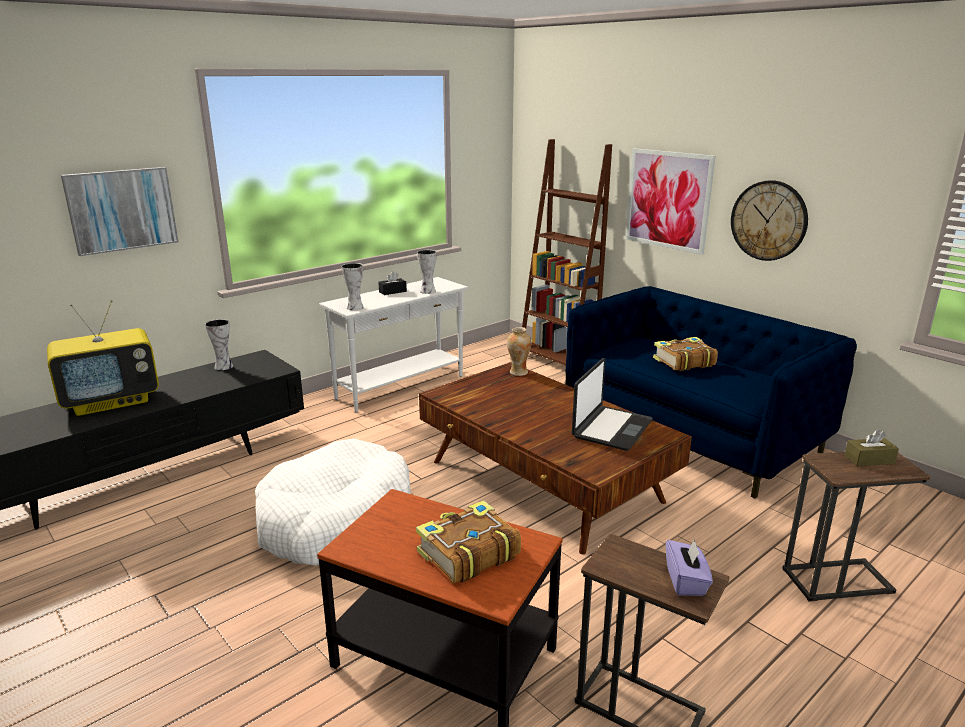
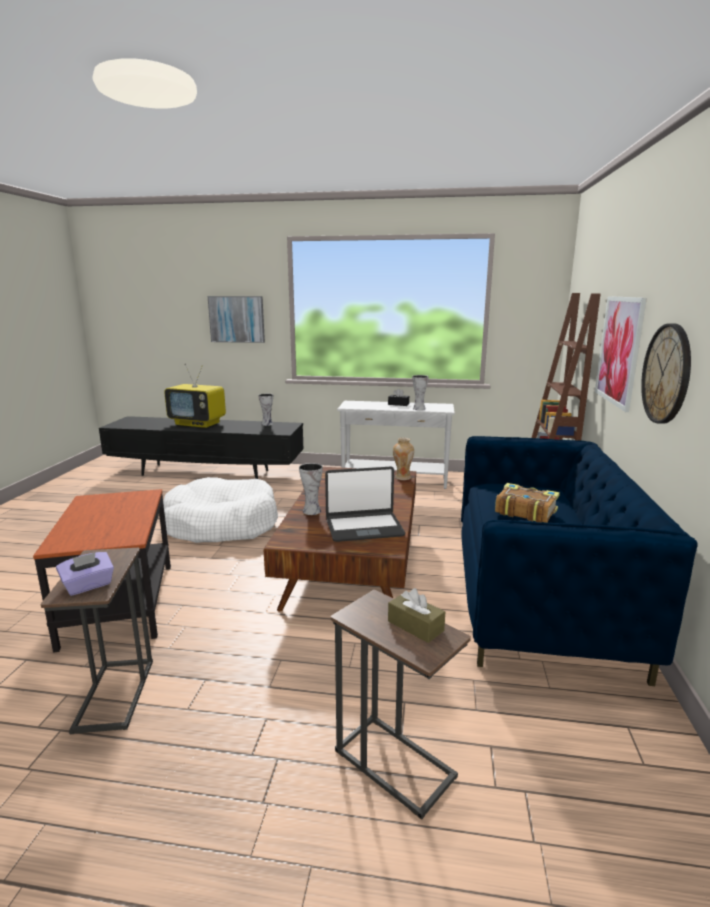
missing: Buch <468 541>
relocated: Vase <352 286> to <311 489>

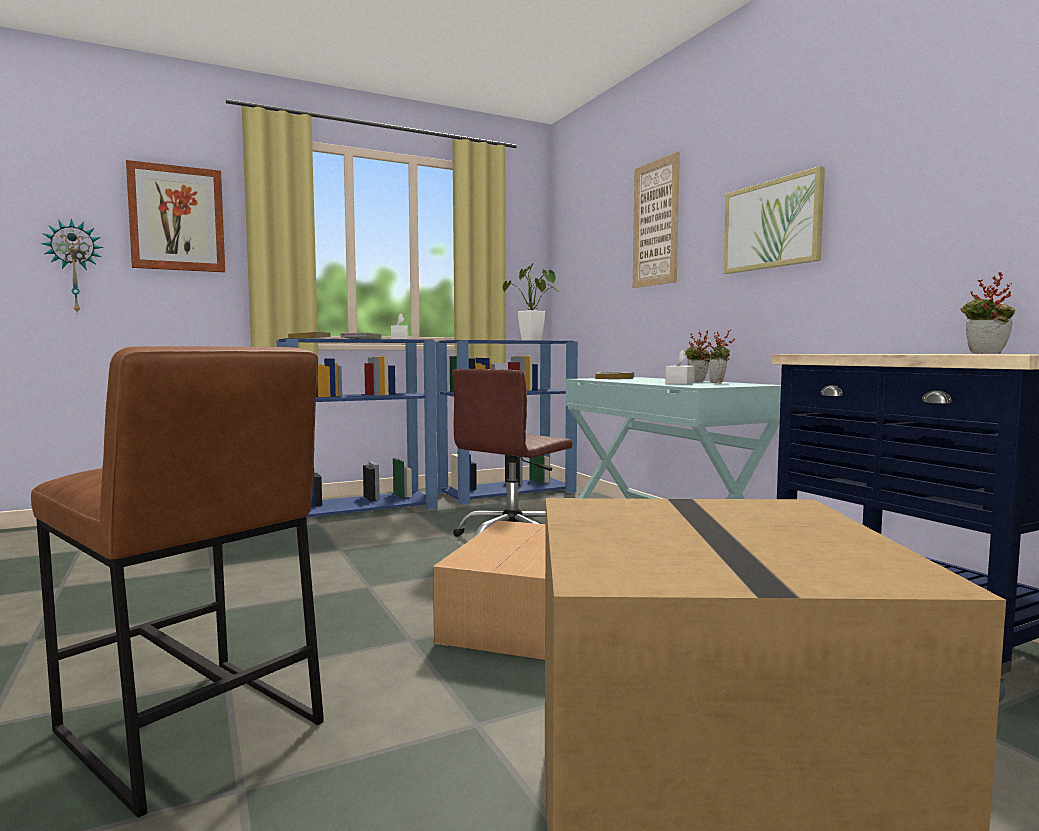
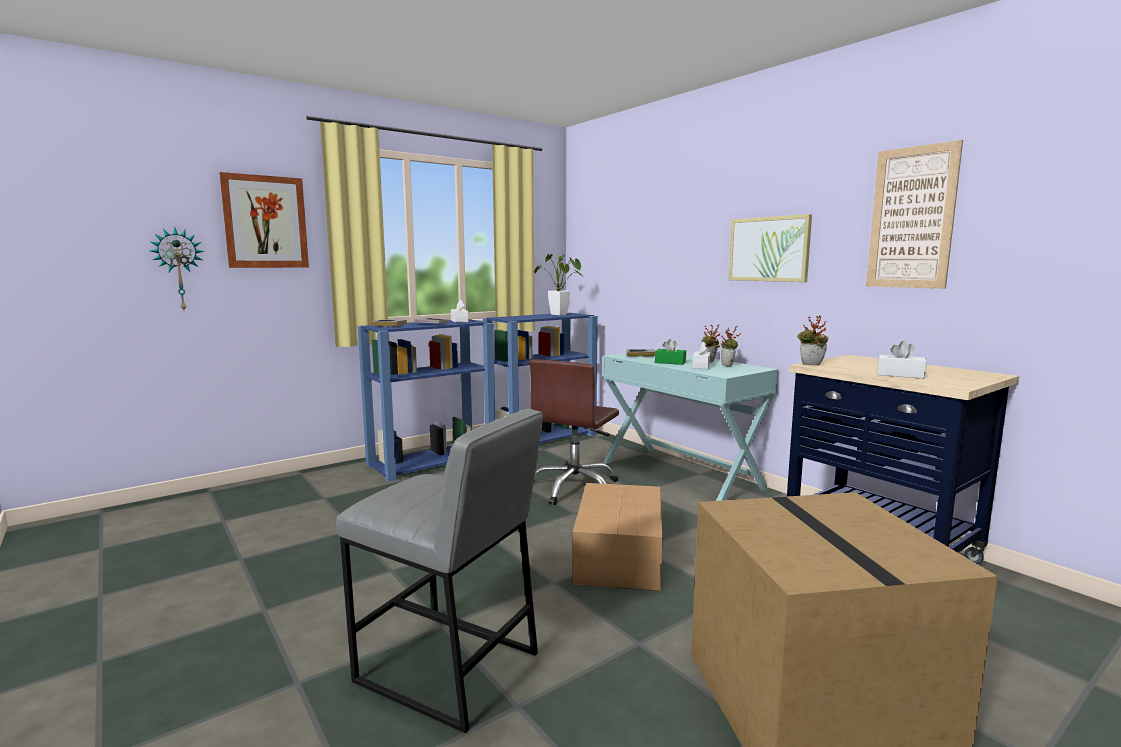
appeared: Taschentuchbox [grün] <670 352>; Taschentuchbox [weiß] <902 360>
relocated: Topfpflanze <988 313> to <813 340>; Bild <656 220> to <914 214>
colour: Stuhl [braun] <177 582> to Stuhl [grau] <439 571>

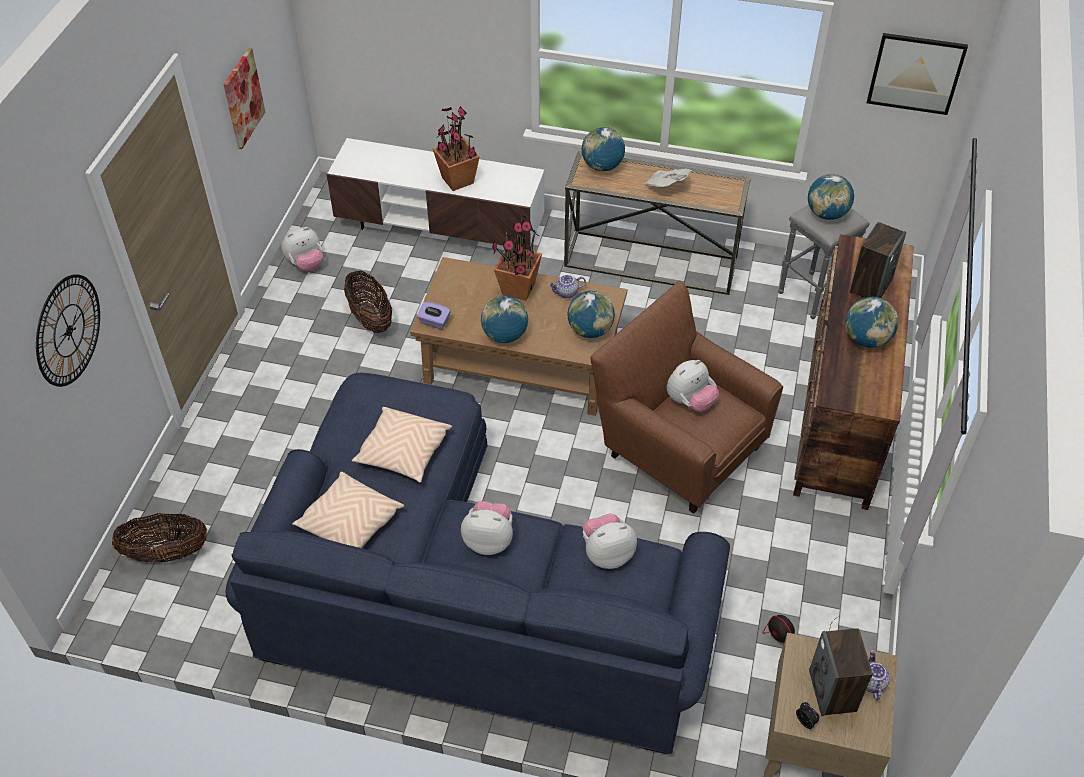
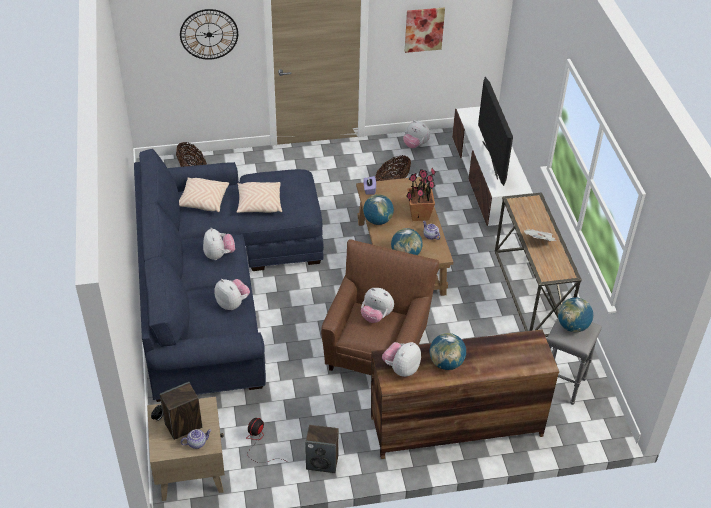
missing: Globus <603 149>; Bild <917 74>
appeared: Plüschtier <401 359>
relocated: Lautsprecher <878 260> to <322 449>
exchanged: Topfpflanze <456 148> to Fernseher <495 131>

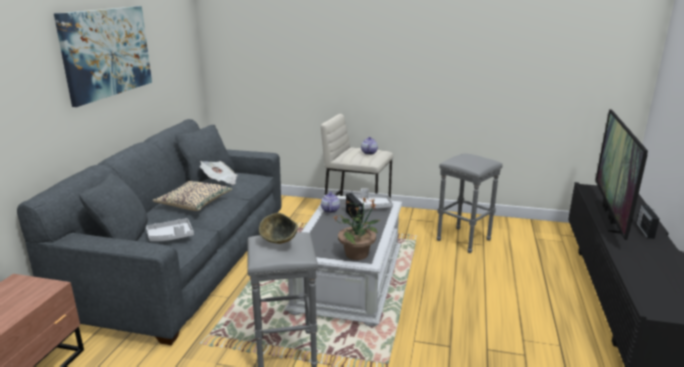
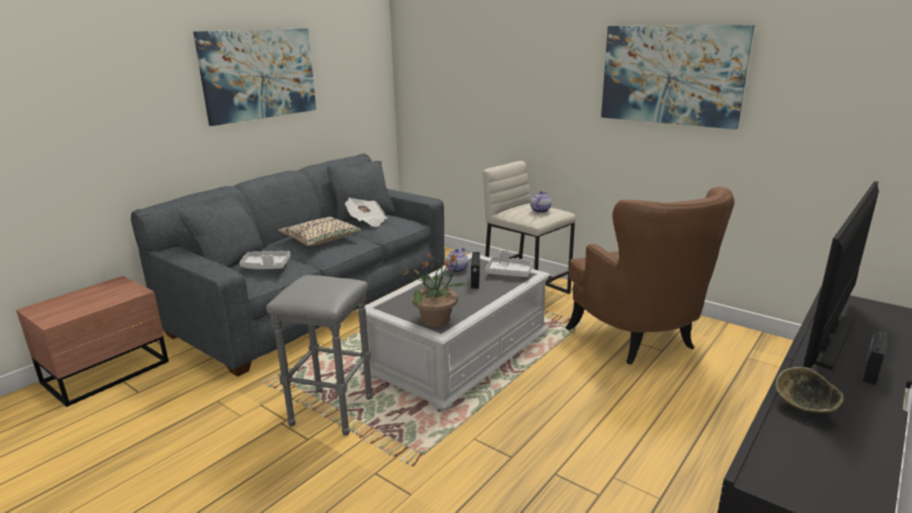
appeared: Bild <677 77>
relocated: Schüssel <278 228> to <809 390>
exchanged: Hocker [grau] <470 203> to Sessel [braun] <650 275>

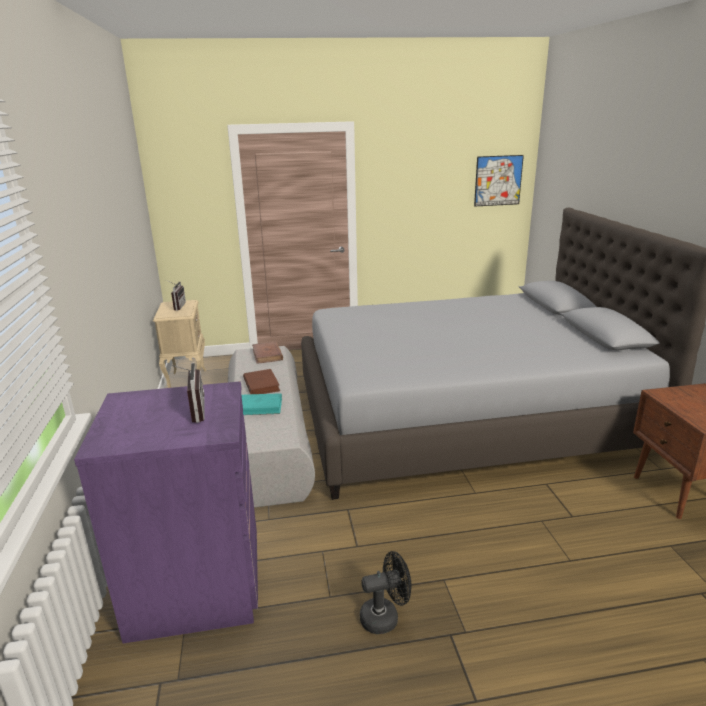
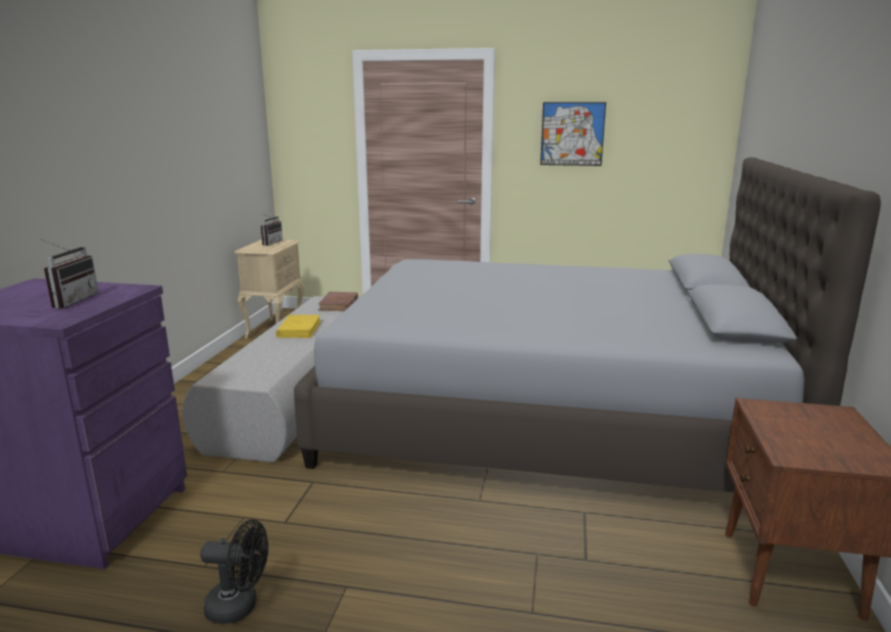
missing: Buch [türkis] <261 404>
relocated: Bild <499 181> to <573 134>
colour: Buch [braun] <261 381> to Buch [gelb] <298 326>

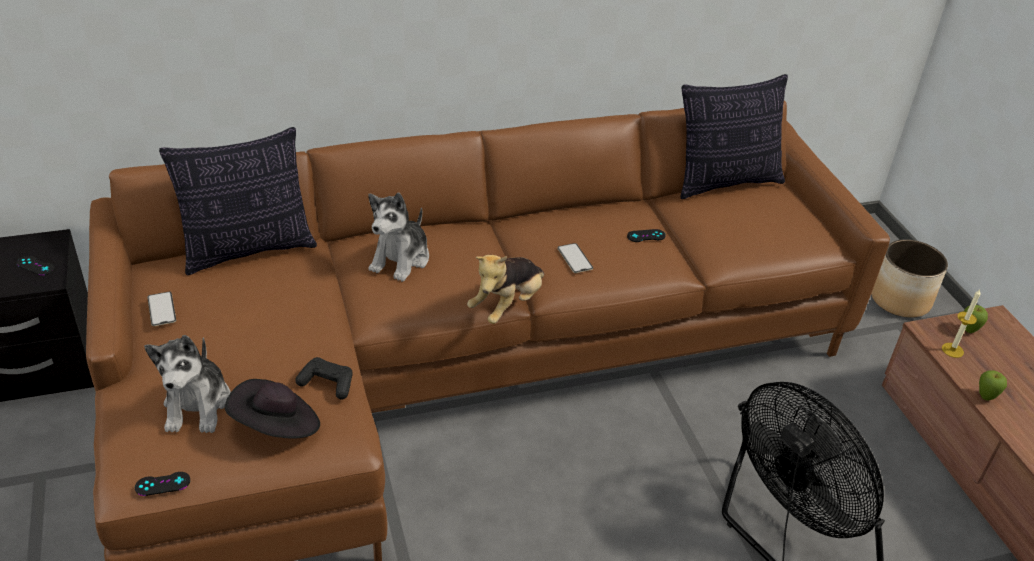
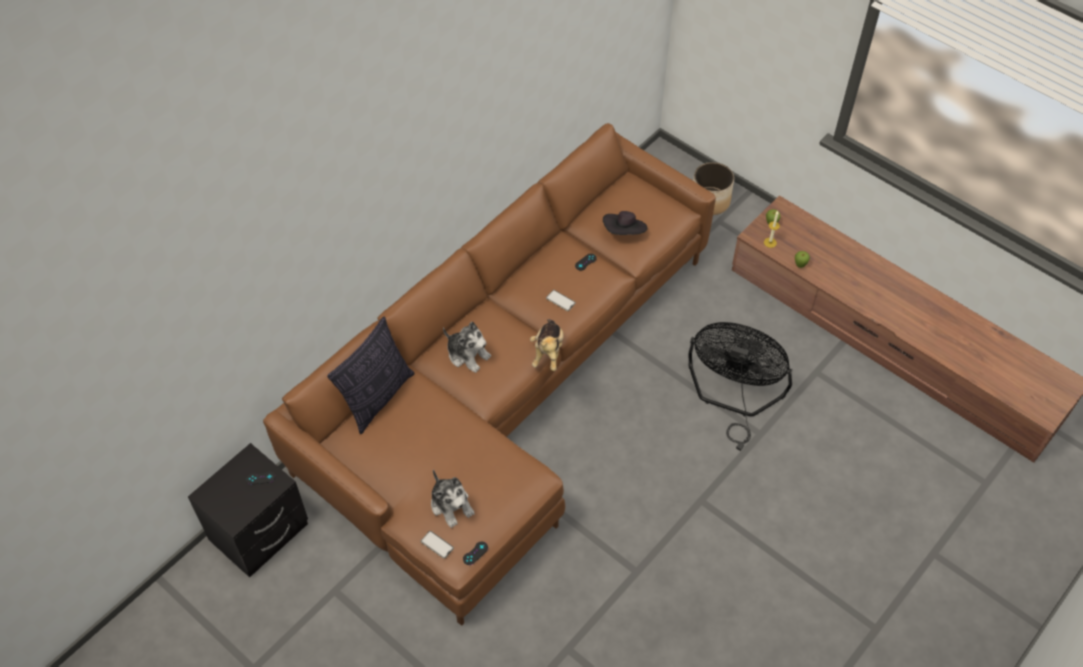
missing: Gamepad [schwarz] <324 378>; Kissen <734 136>
relocated: Handy <161 309> to <437 545>; Hut [schwarz] <272 408> to <625 223>
spun: Plüschtier <399 237> = <467 347> 45 degrees counterclockwise

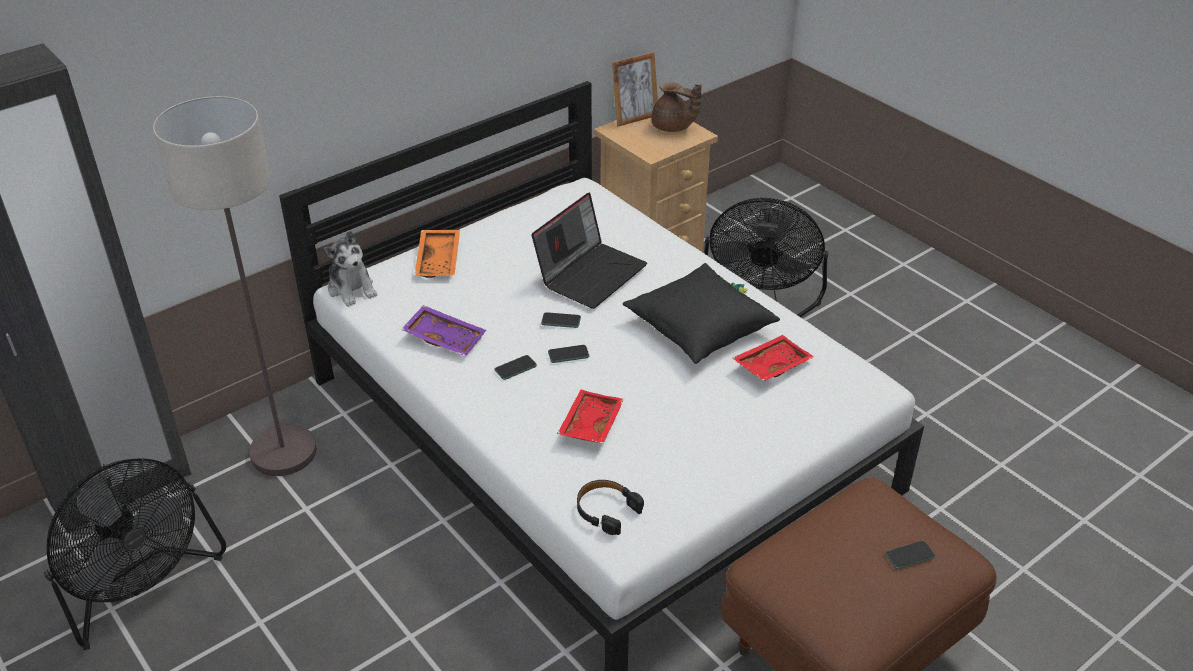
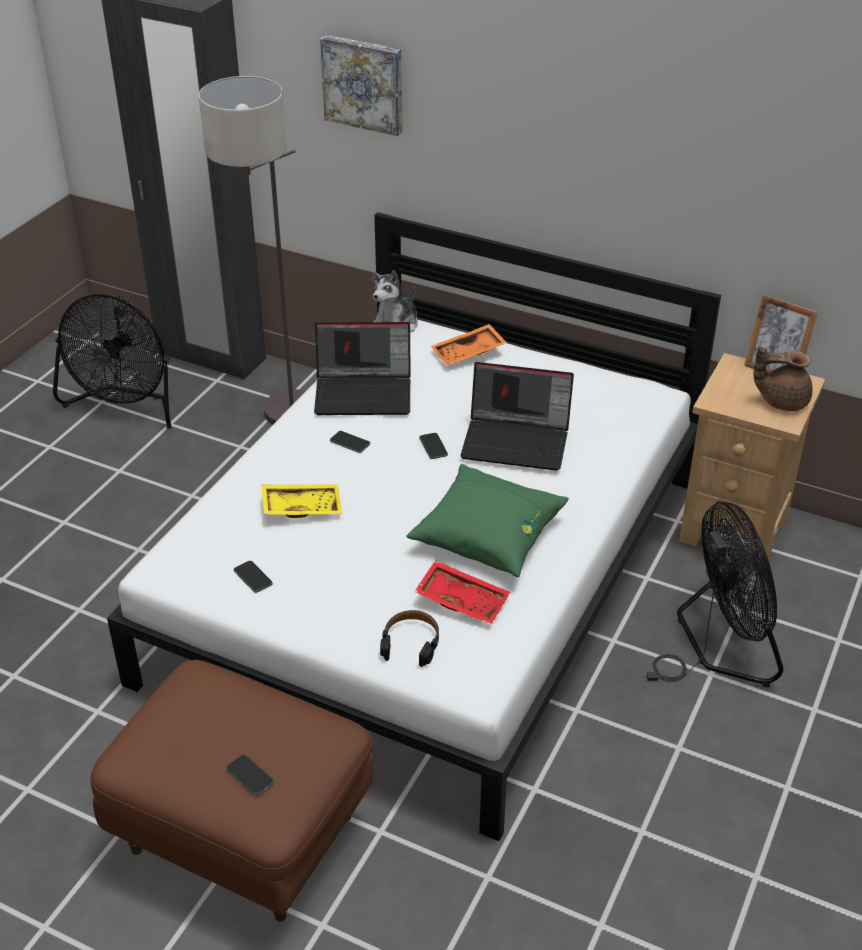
appeared: Bild <361 85>
relocated: Handy <568 354> to <253 577>; Kopfhörer [schwarz] <610 507> to <409 638>
exchanged: Tablett [lila] <443 330> to Laptop <362 368>
colour: Tablett [rot] <590 416> to Tablett [gelb] <301 501>; Kissen [schwarz] <701 313> to Kissen [grün] <488 520>
spun: Teekanne [braun] <676 107> = <783 378> 90 degrees clockwise

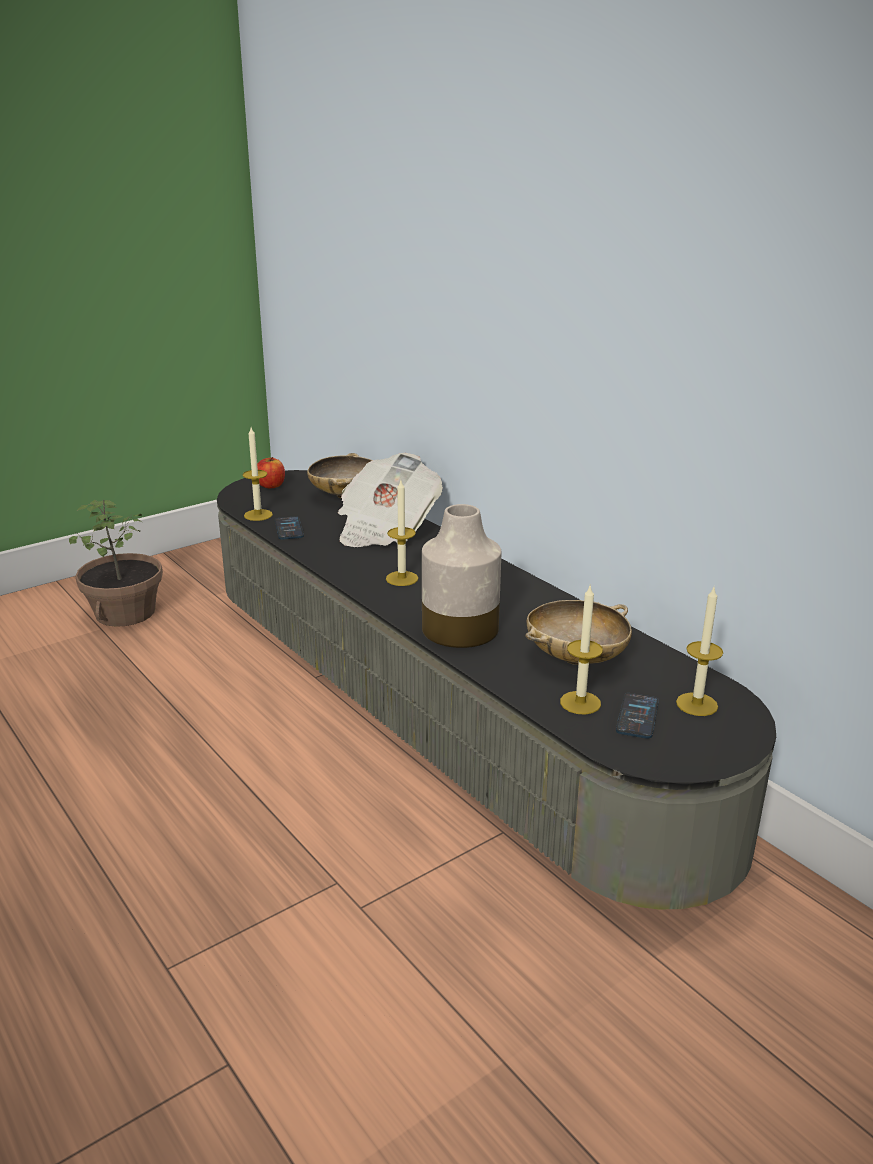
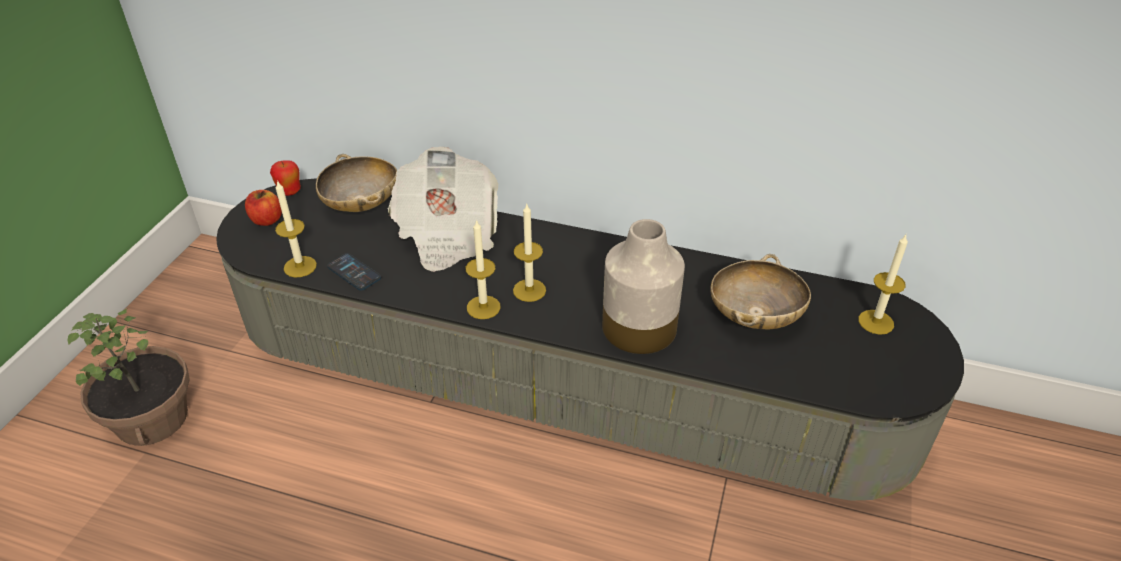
missing: Handy <637 716>
appeared: Apfel <285 178>
relocated: Kerze <581 650> to <483 269>

